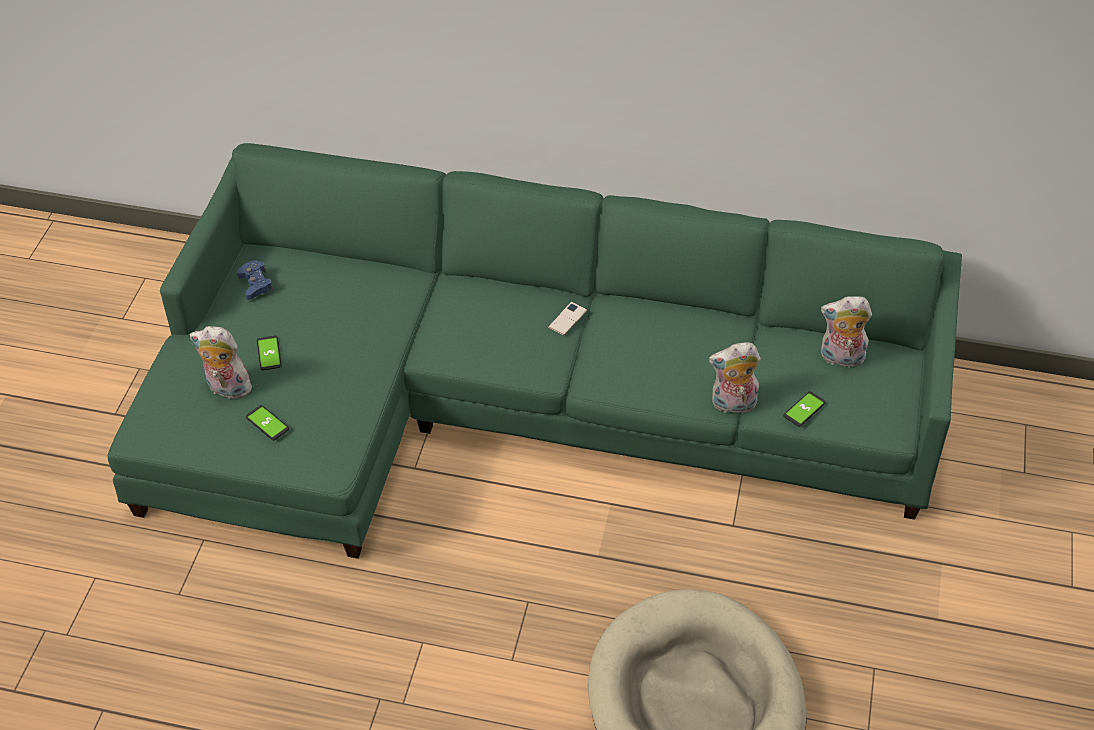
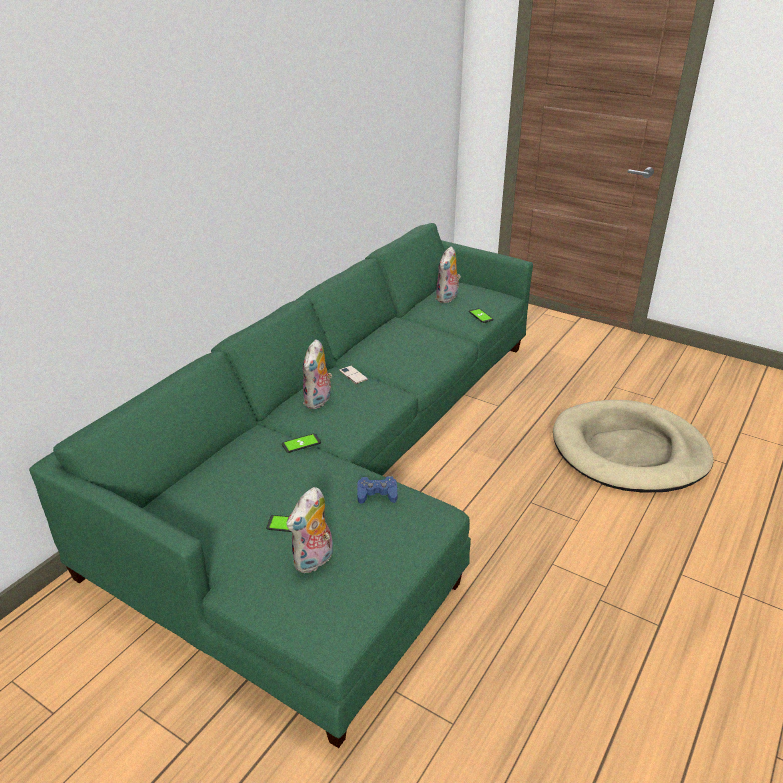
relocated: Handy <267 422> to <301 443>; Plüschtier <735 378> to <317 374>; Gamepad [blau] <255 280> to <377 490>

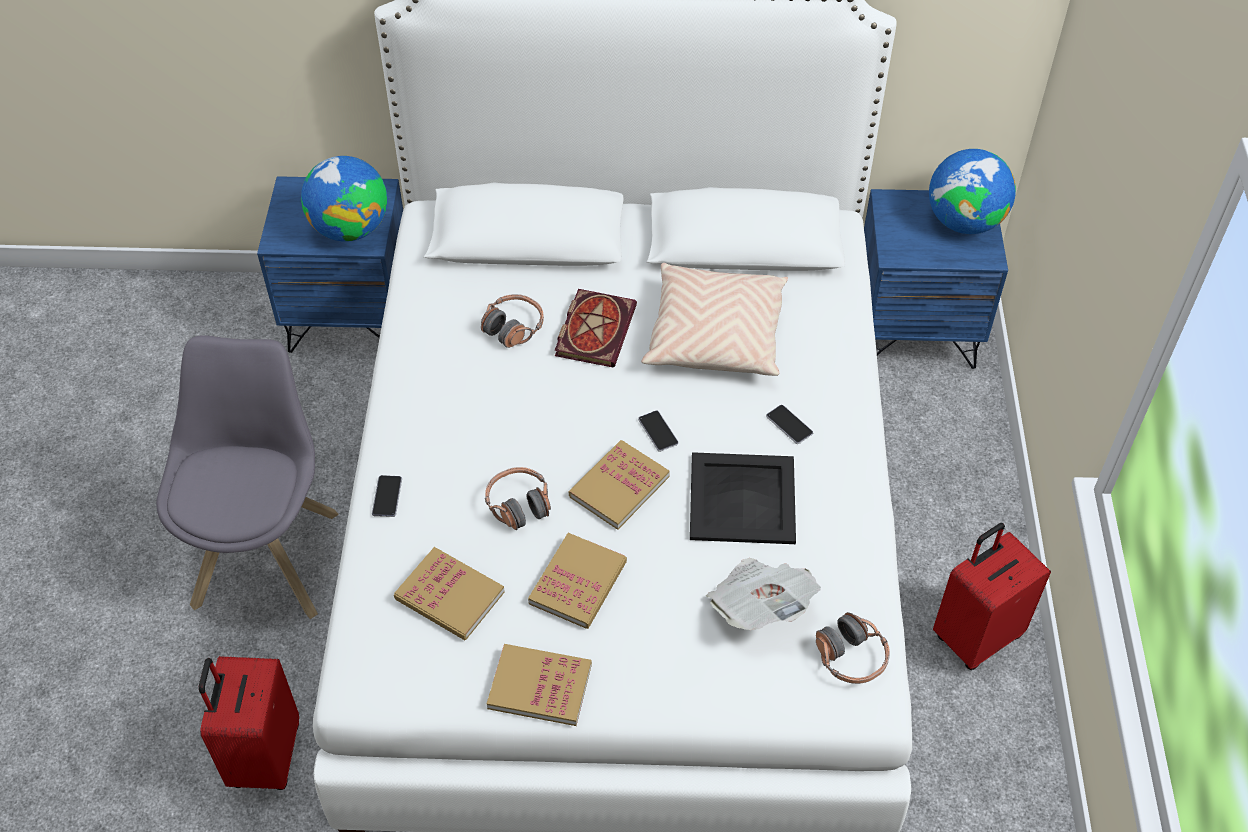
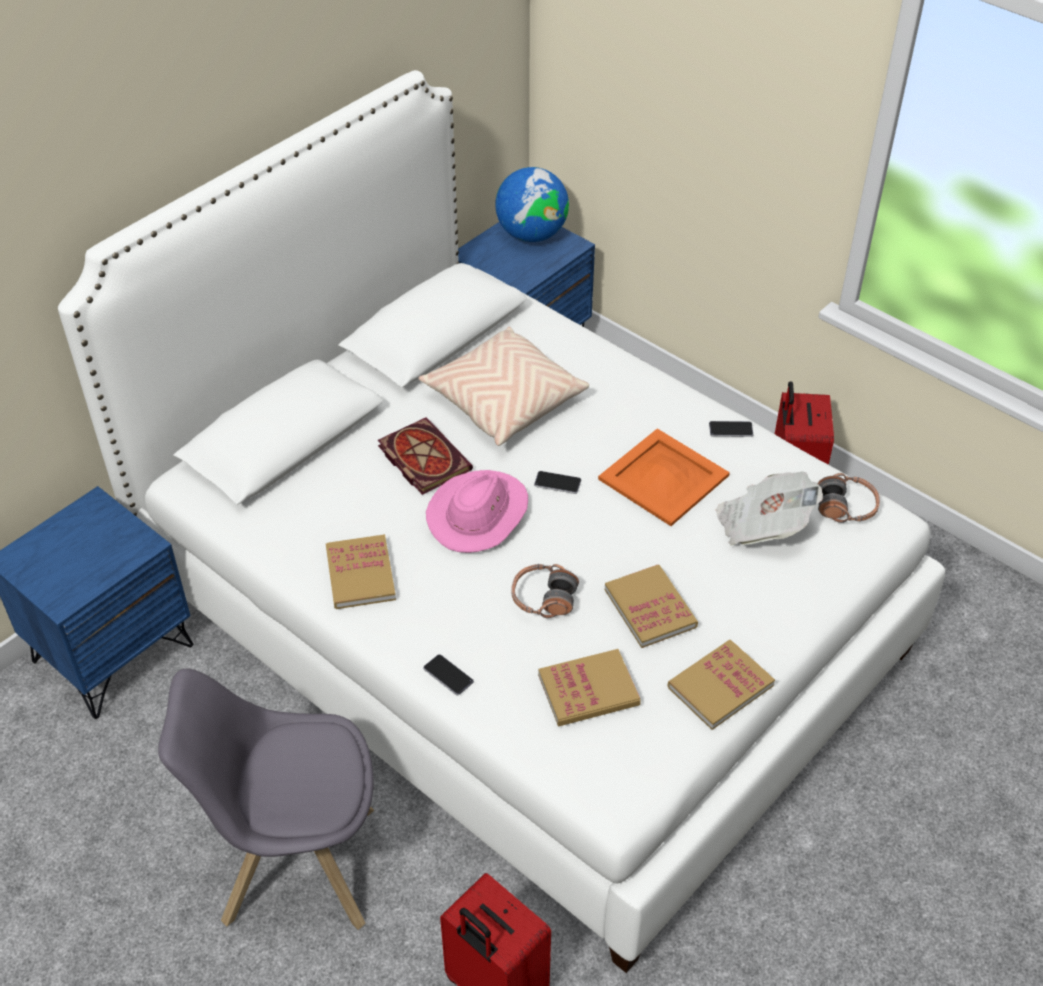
missing: Globus <344 199>; Kopfhörer <512 321>
appeared: Hut [rosa] <477 511>
relocated: Buch <619 485> to <361 571>; Handy <789 424> to <731 429>
colour: Tablett [schwarz] <743 498> to Tablett [orange] <664 477>
spun: Stuhl [grau] <247 477> = <266 799> 45 degrees counterclockwise

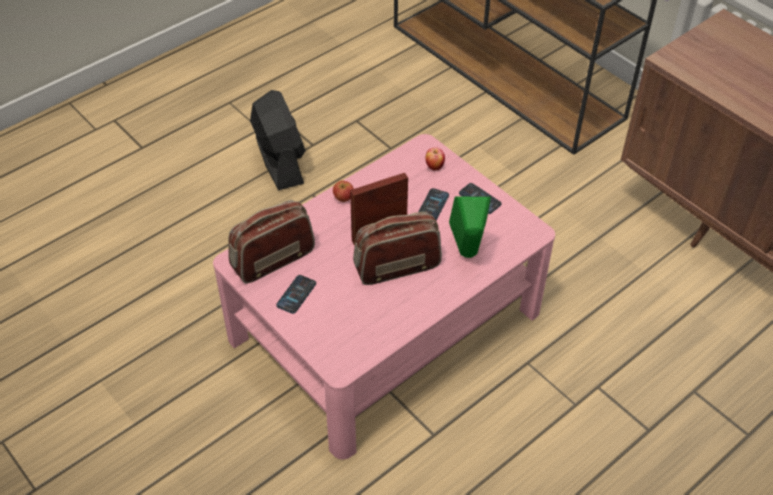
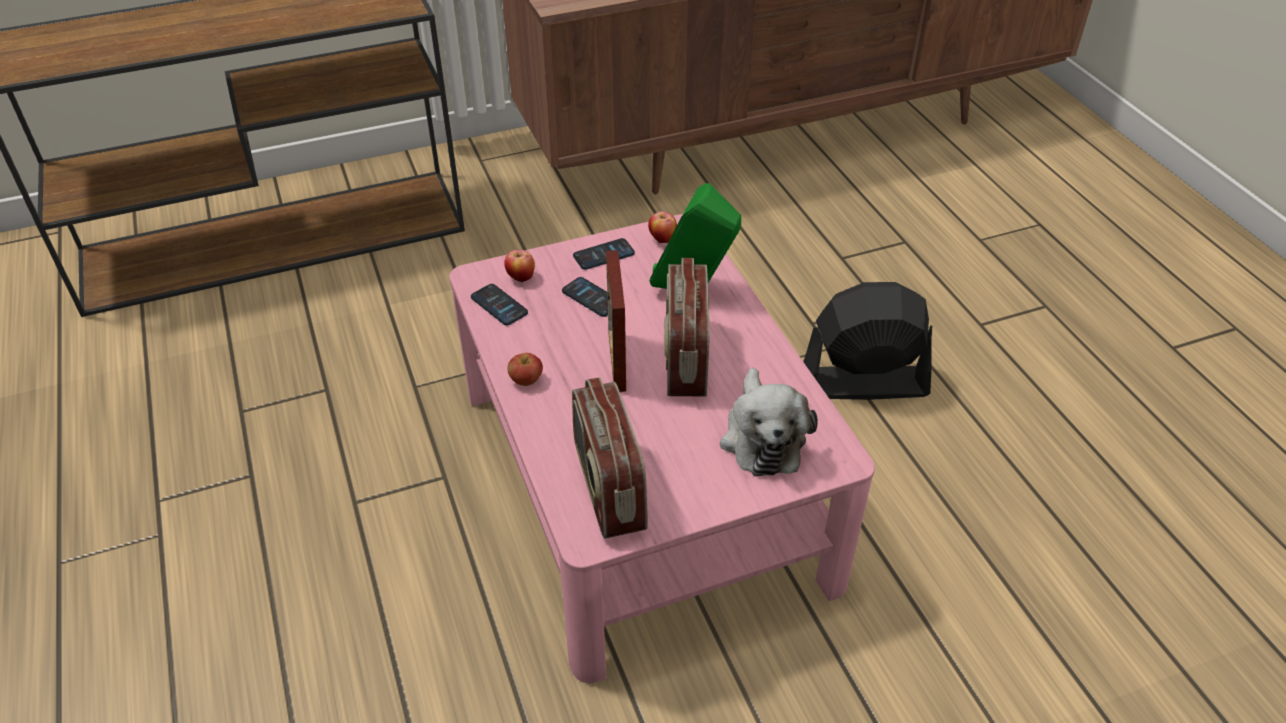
appeared: Apfel <662 227>; Plüschtier <769 422>
relocated: Handy <296 294> to <499 304>; Ventilator [schwarz] <278 140> to <867 341>

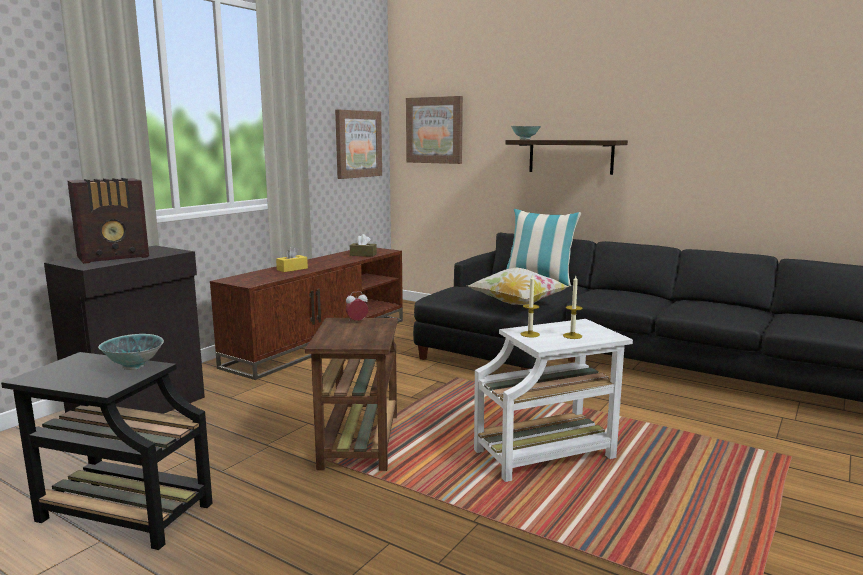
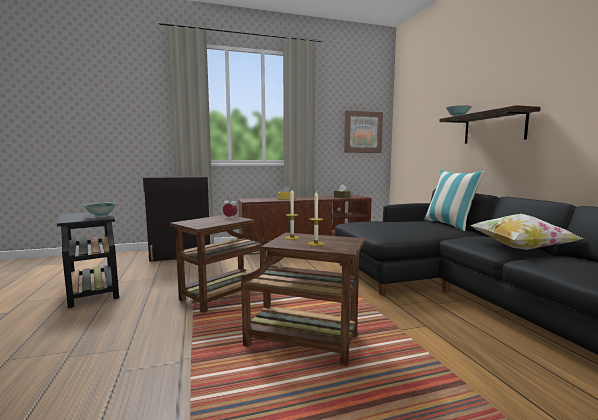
missing: Radio <108 221>; Bild <434 130>
relocated: Kissen <519 286> to <527 232>
colour: Beistelltisch [weiß] <553 400> to Beistelltisch [braun] <303 299>

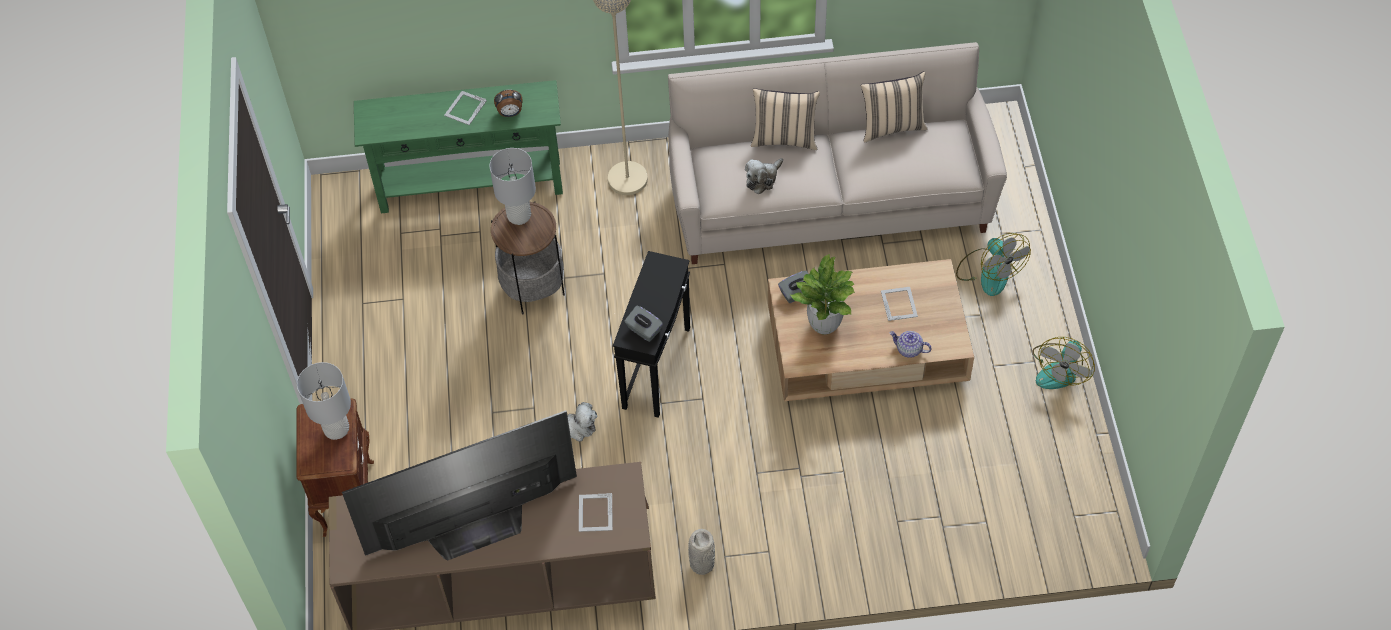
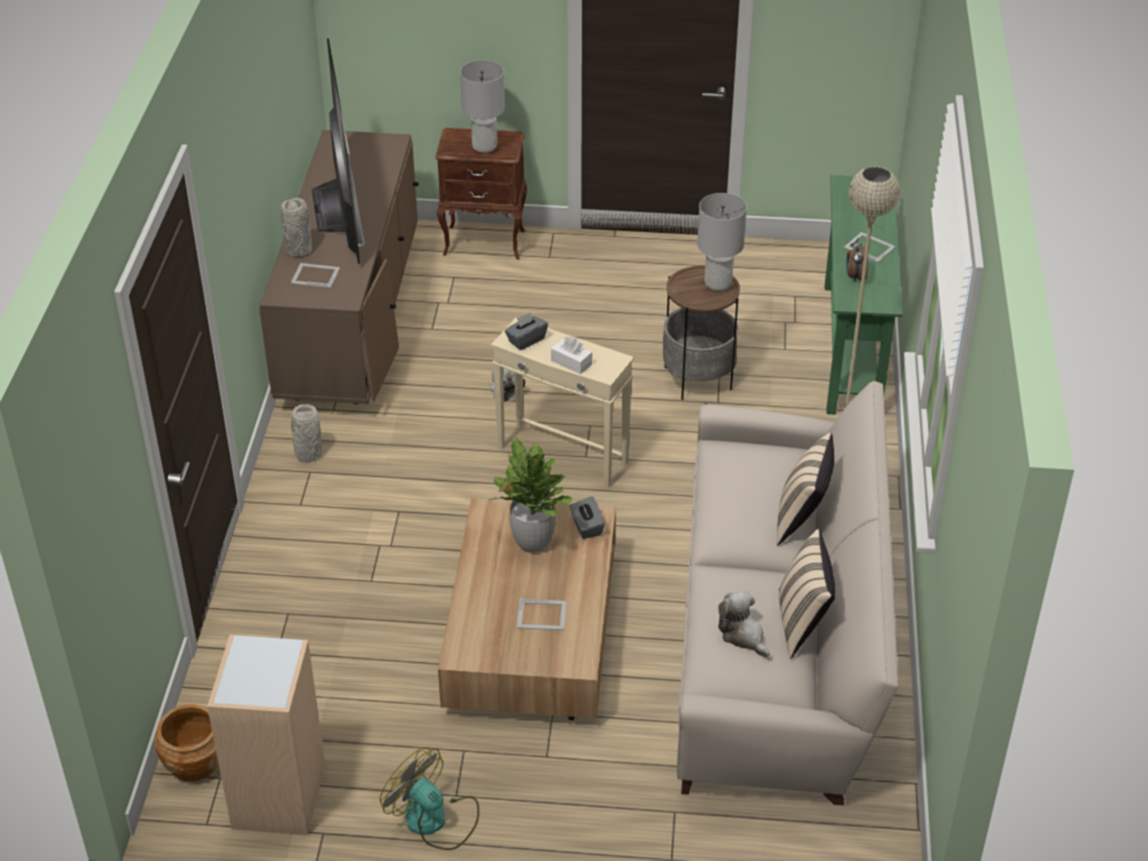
missing: Teekanne <911 344>; Ventilator <993 264>
appeared: Pflanzkübel [braun] <186 743>; Bücherregal <266 735>; Vase [grau] <296 227>; Taschentuchbox [weiß] <571 355>
relocated: Plüschtier <764 176> to <744 623>
colour: Beistelltisch [schwarz] <651 334> to Beistelltisch [beige] <562 403>

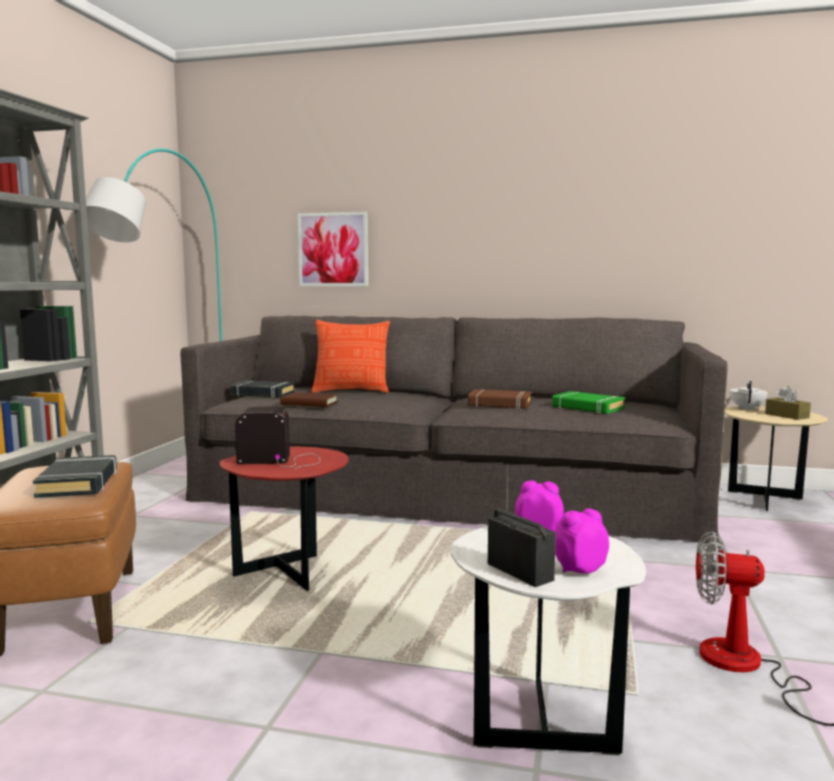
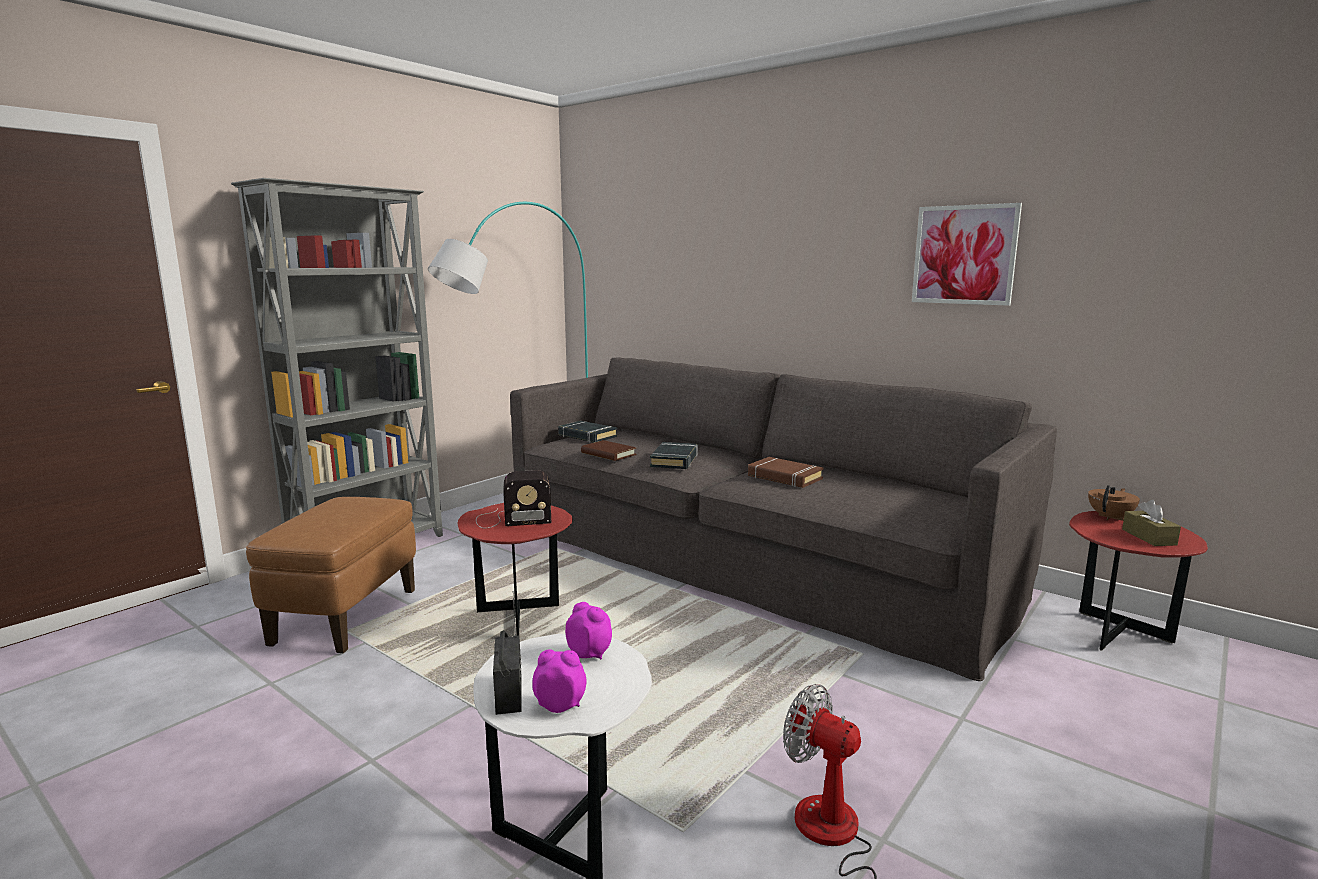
missing: Kissen [orange] <351 356>; Buch [grün] <588 402>
relocated: Buch [schwarz] <75 476> to <674 455>; Bild <332 249> to <967 254>
colour: Beistelltisch [beige] <776 458> to Beistelltisch [rot] <1138 581>; Teekanne [weiß] <749 395> to Teekanne [braun] <1114 503>
spun: Radio <277 438> = <513 499> 150 degrees clockwise

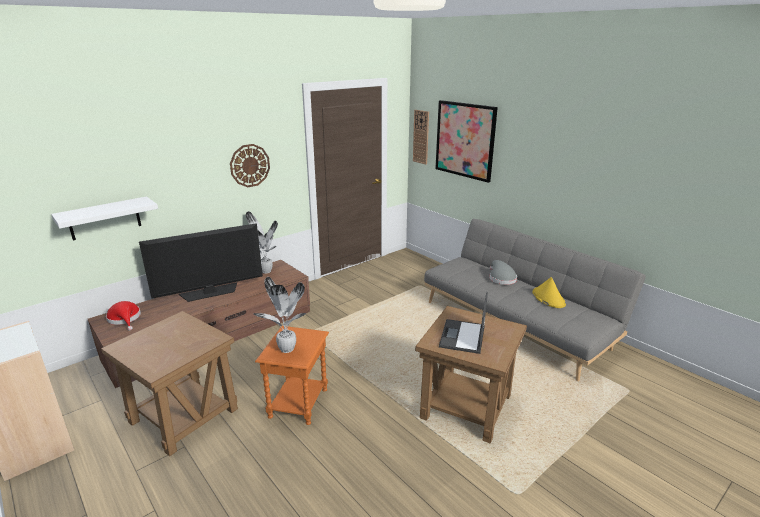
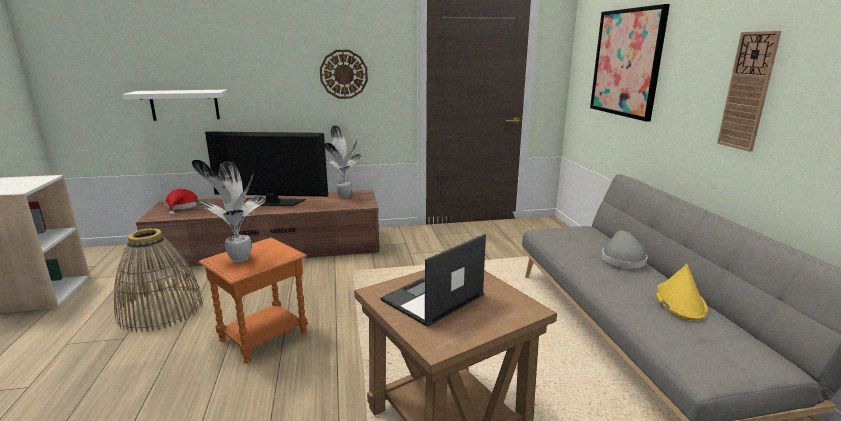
relocated: Wanduhr <421 137> to <749 91>
exchanged: Beistelltisch [braun] <169 383> to Korb <158 280>

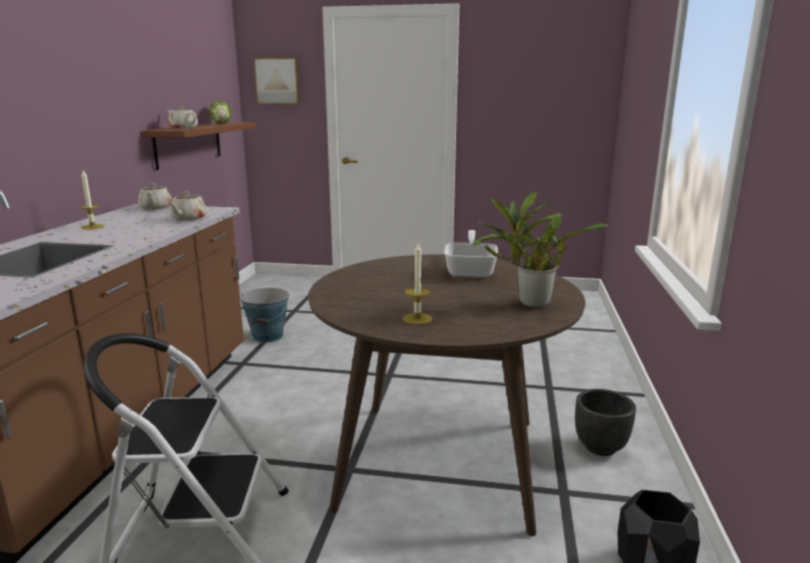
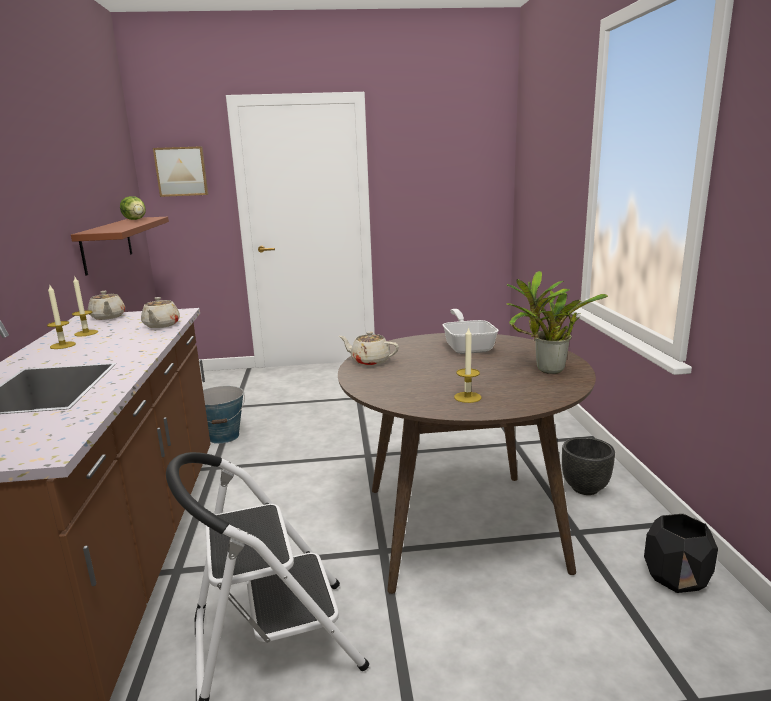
appeared: Kerze <85 307>
relocated: Teekanne [beige] <182 117> to <369 348>

